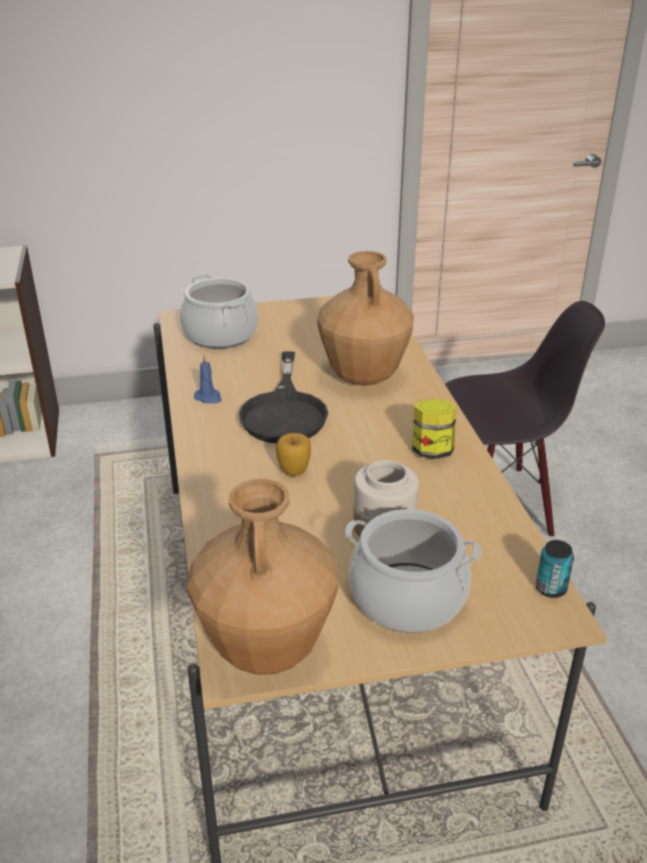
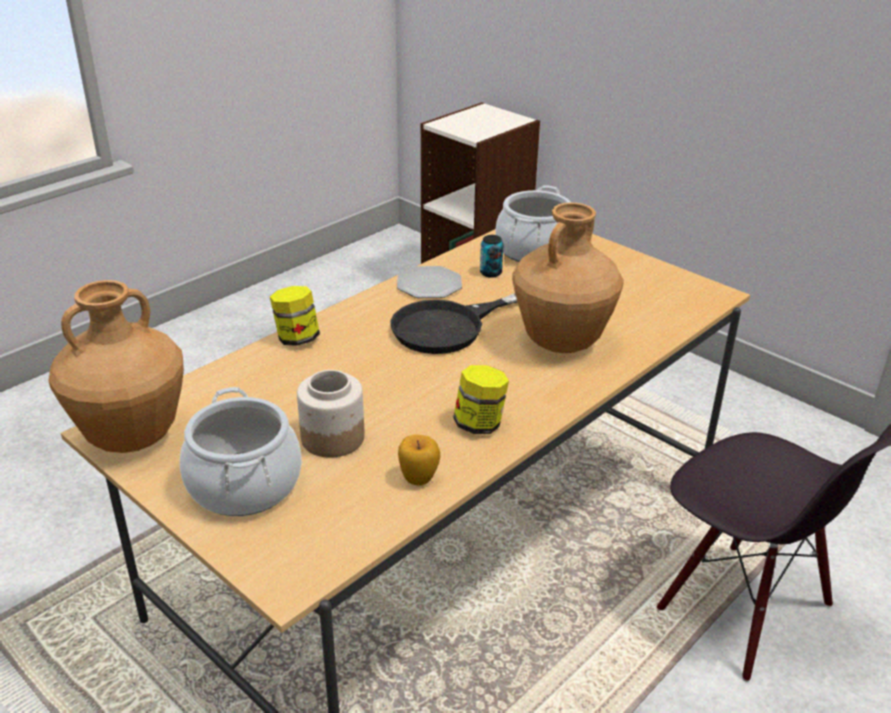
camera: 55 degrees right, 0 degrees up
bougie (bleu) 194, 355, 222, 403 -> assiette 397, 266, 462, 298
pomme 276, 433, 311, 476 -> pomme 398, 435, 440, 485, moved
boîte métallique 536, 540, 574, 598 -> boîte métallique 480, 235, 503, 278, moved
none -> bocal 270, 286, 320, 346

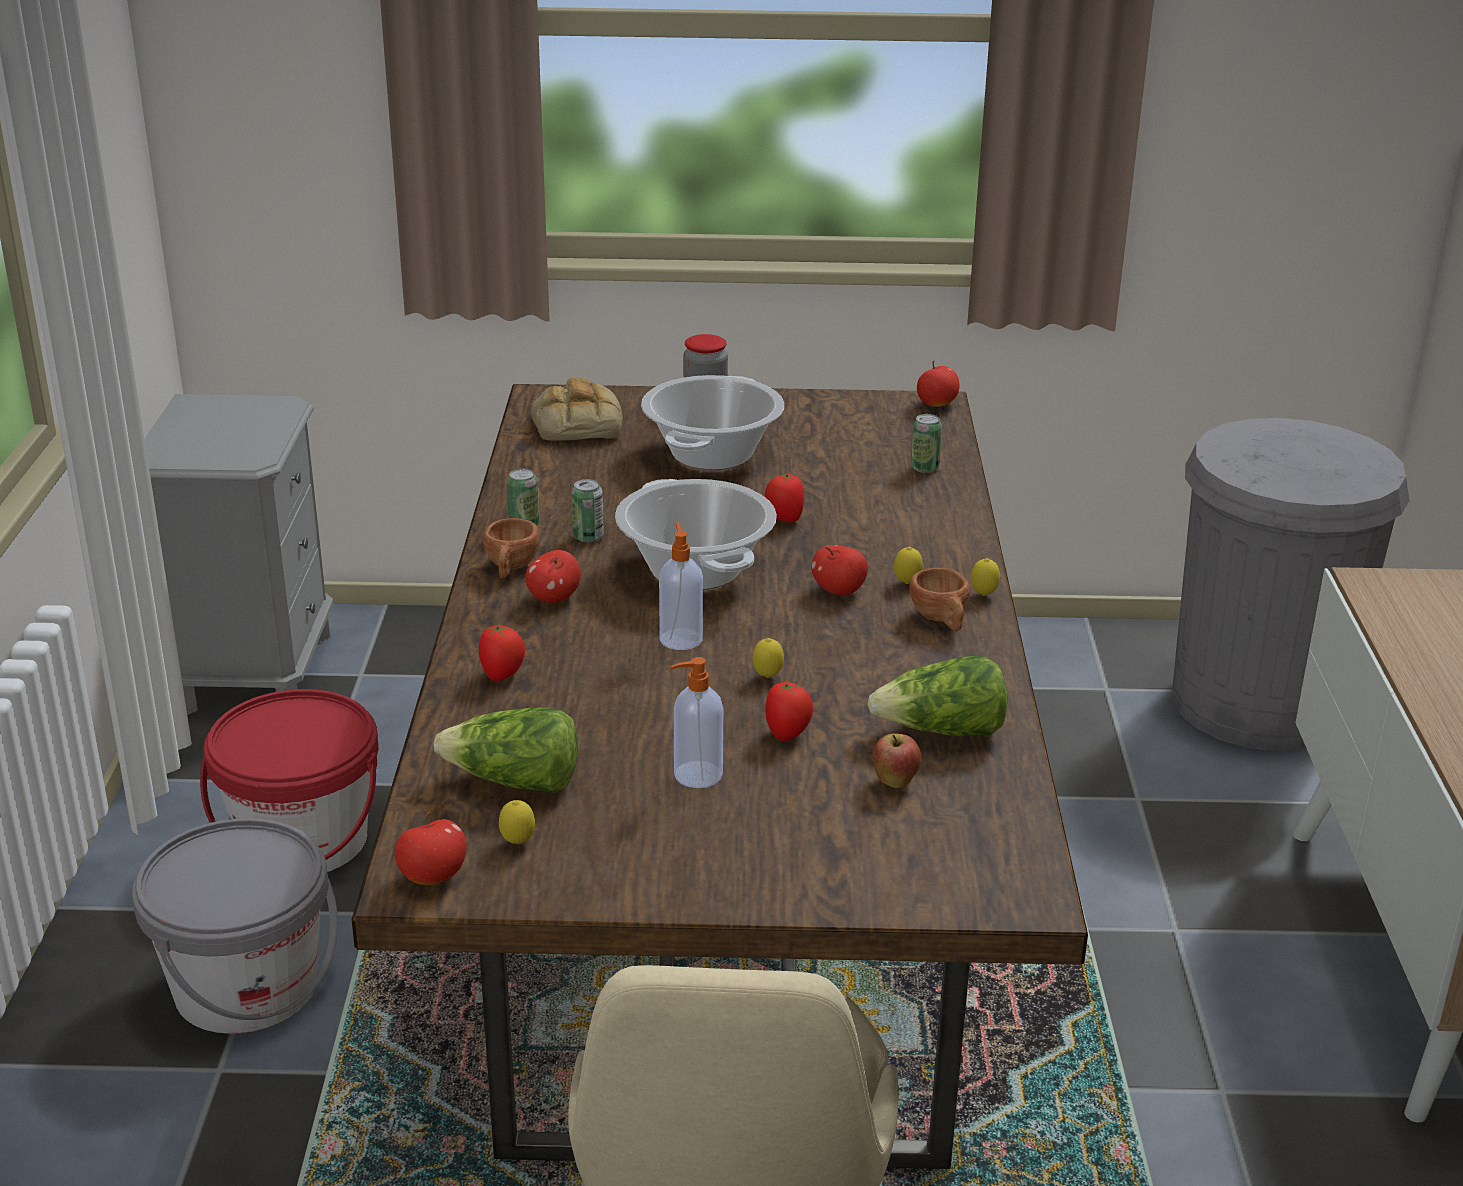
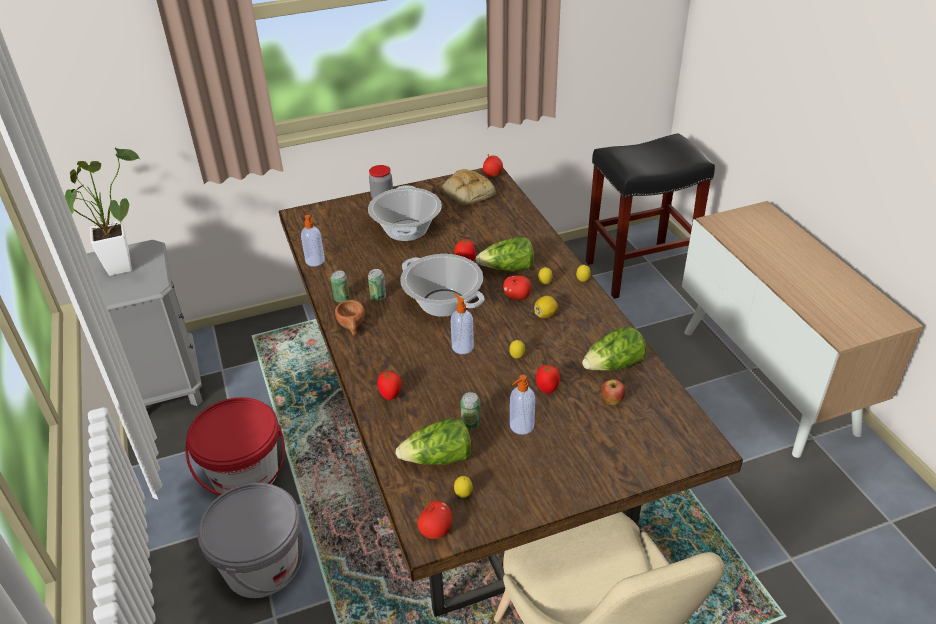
camera: 20 degrees left, 10 degrees up
pomme 525, 550, 581, 603 -> none
pain 531, 377, 623, 441 -> pain 443, 169, 496, 205, moved
tasse (marron) 909, 568, 970, 631 -> none
boîte métallique 911, 414, 942, 473 -> boîte métallique 460, 392, 480, 429, moved
poubelle (gris) 1172, 418, 1409, 751 -> tabouret (noir) 586, 133, 715, 299
none -> plante en pot 65, 147, 140, 276
none -> distributeur de savon 301, 215, 325, 266
none -> laitue 475, 237, 534, 271
none -> citron 534, 296, 558, 318

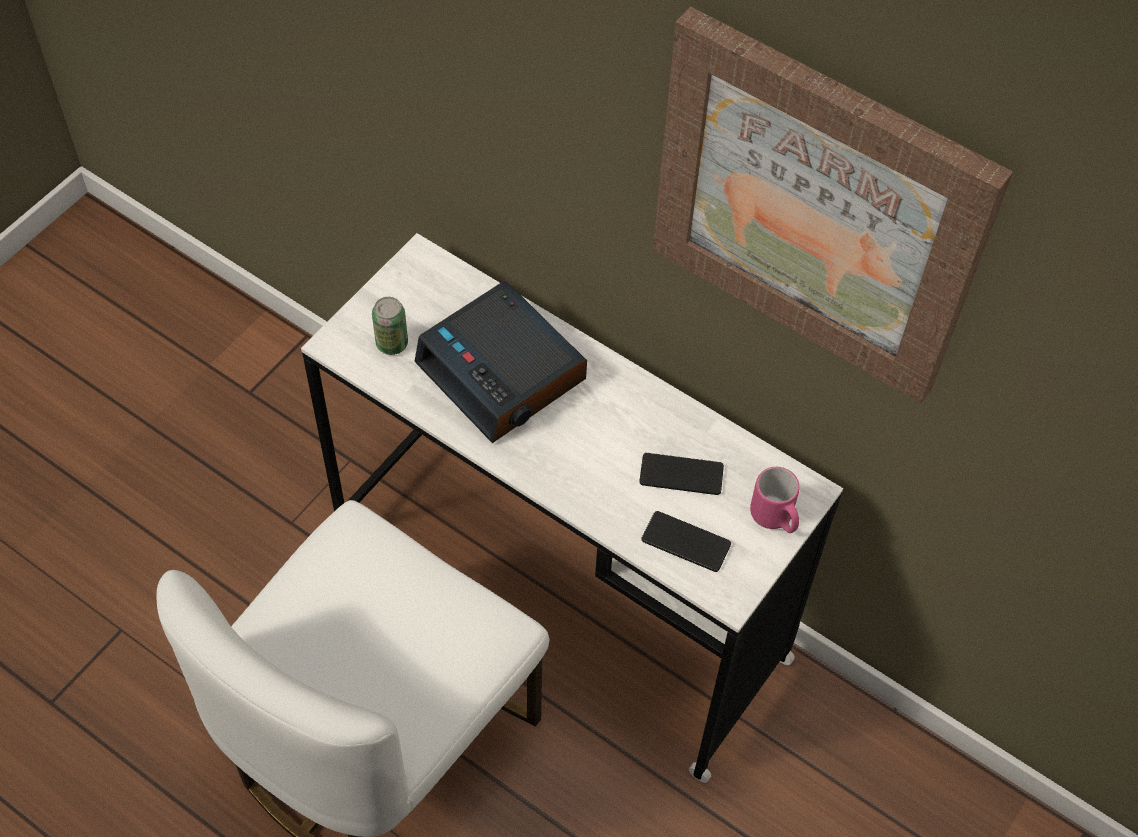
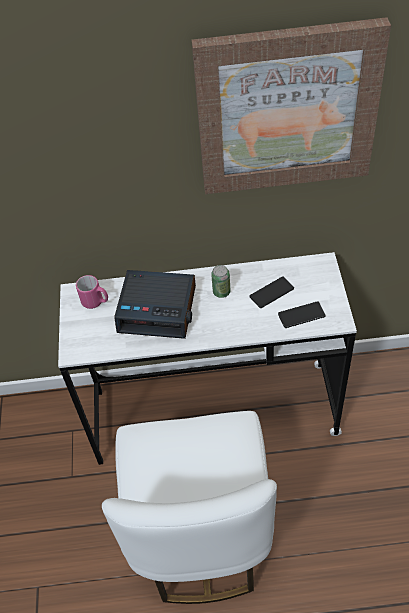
camera: 35 degrees left, 5 degrees down
boîte métallique 372, 297, 408, 355 -> boîte métallique 211, 265, 230, 298, moved
mug (rose) 750, 467, 800, 533 -> mug (rose) 76, 275, 108, 309, moved

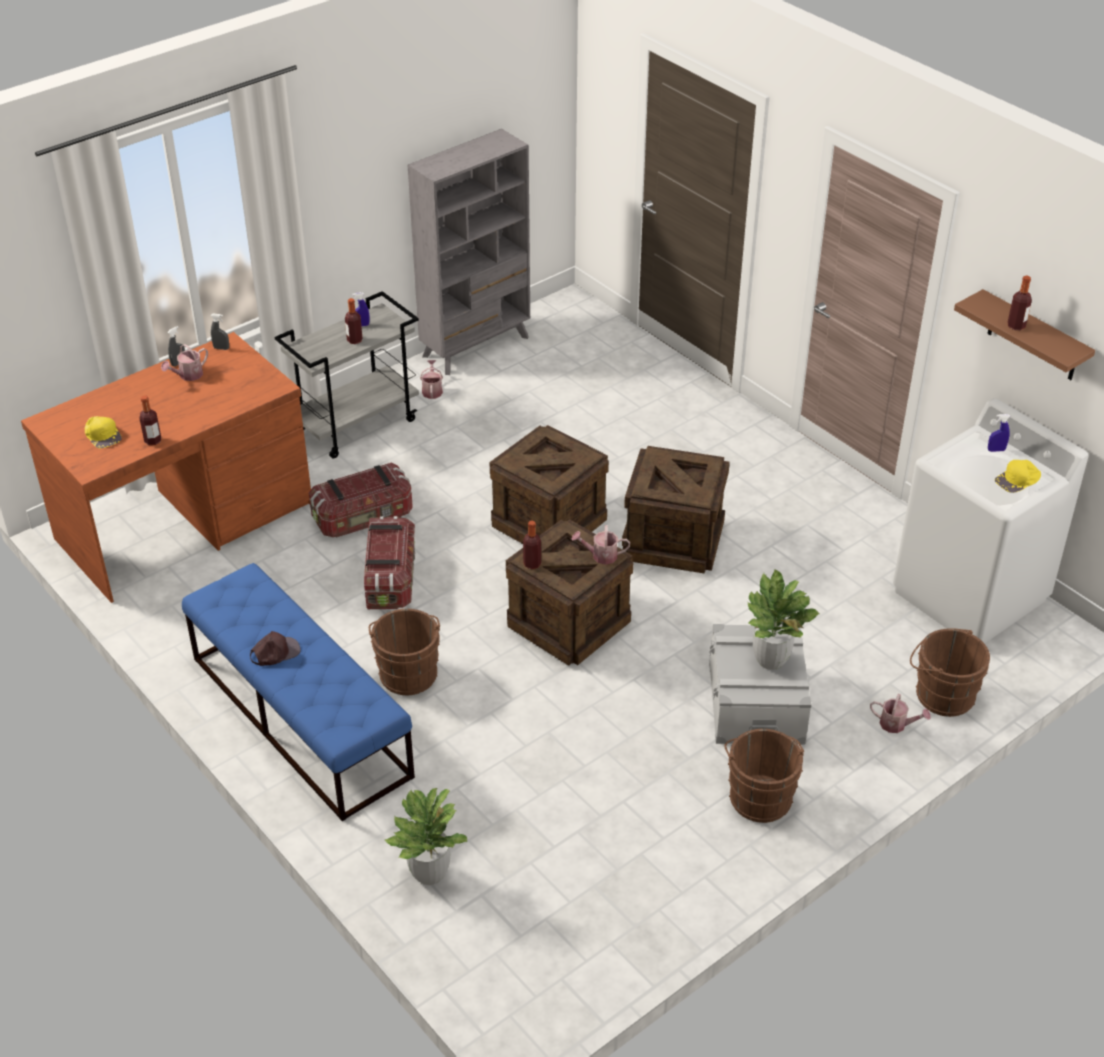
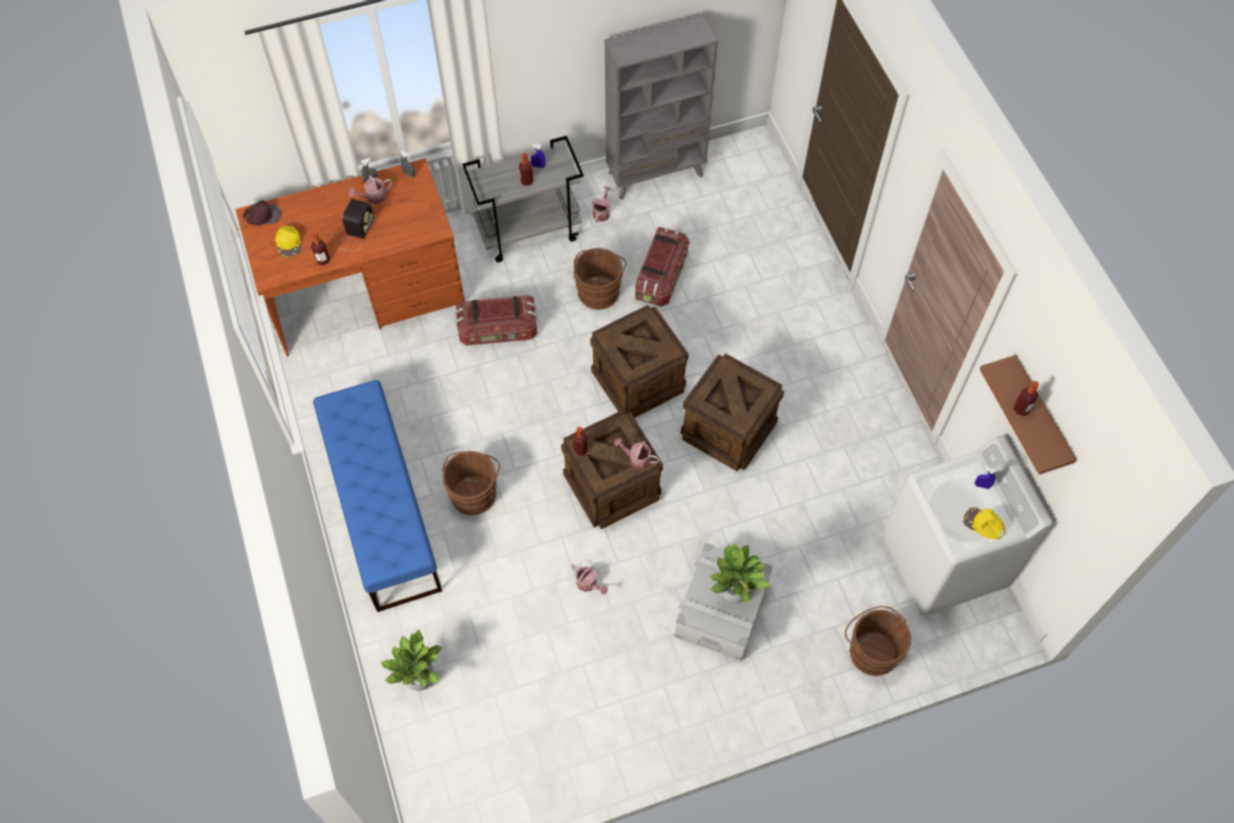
camera: 20 degrees right, 20 degrees up
casquette (marron) 250, 631, 300, 666 -> casquette (marron) 243, 200, 281, 225, moved
boîte de rangement 364, 516, 415, 609 -> boîte de rangement 635, 227, 690, 307, moved
seau (marron) 724, 729, 804, 823 -> seau (marron) 573, 248, 627, 310, moved
arrosoir 870, 694, 931, 733 -> arrosoir 571, 564, 608, 595, moved
casquette (jaune) 995, 460, 1041, 493 -> casquette (jaune) 963, 507, 1005, 540, 45 degrees clockwise
none -> radio 331, 199, 374, 251

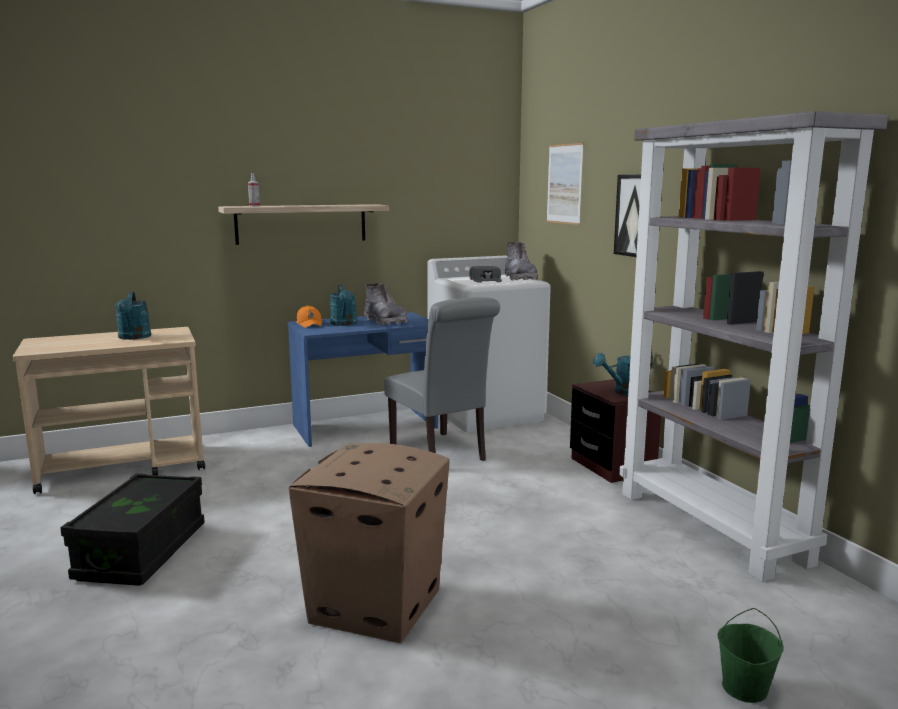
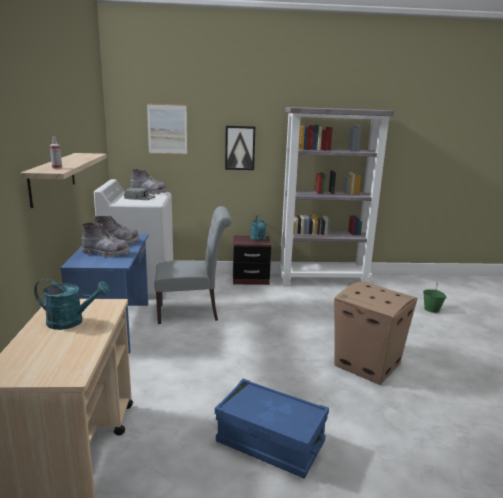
camera: 70 degrees left, 5 degrees up
boîte de rangement (noir) 60, 473, 205, 586 -> boîte de rangement (bleu) 215, 378, 329, 479
casquette (orange) 296, 305, 322, 328 -> none
arrosoir (turquoise) 330, 285, 357, 326 -> botte (gris) 81, 222, 130, 257

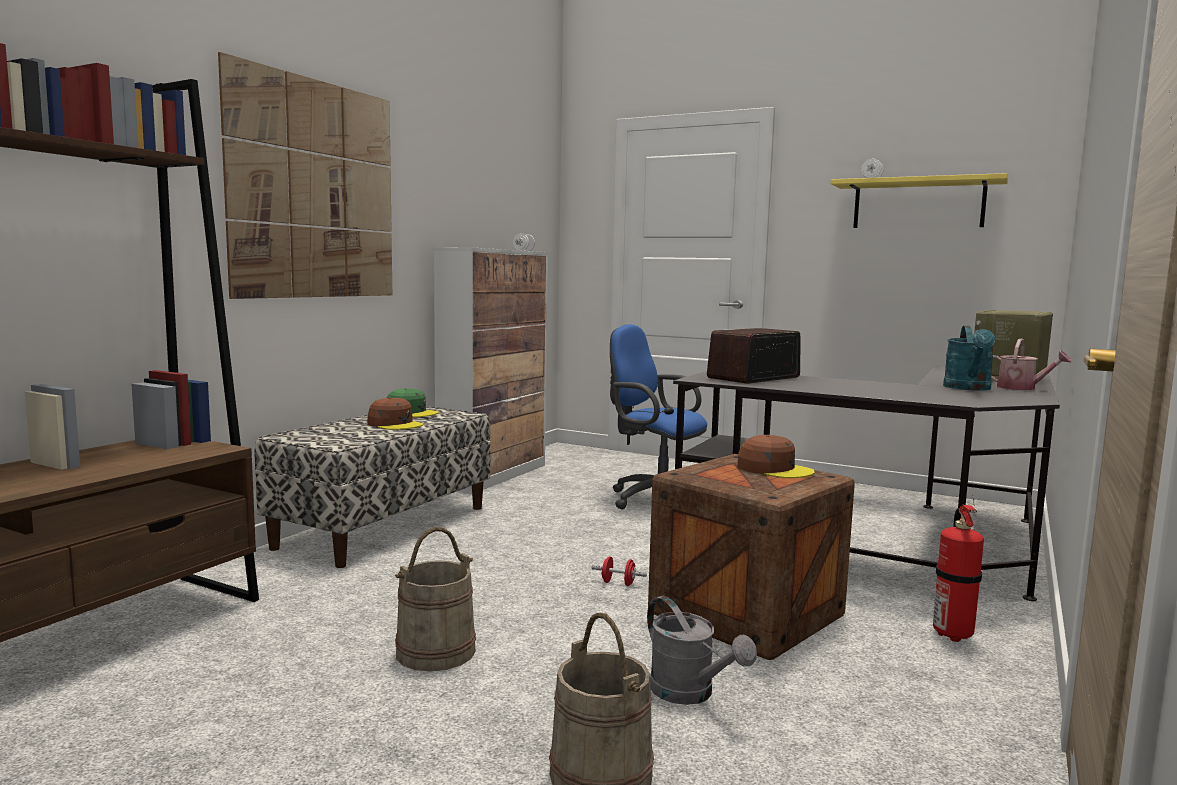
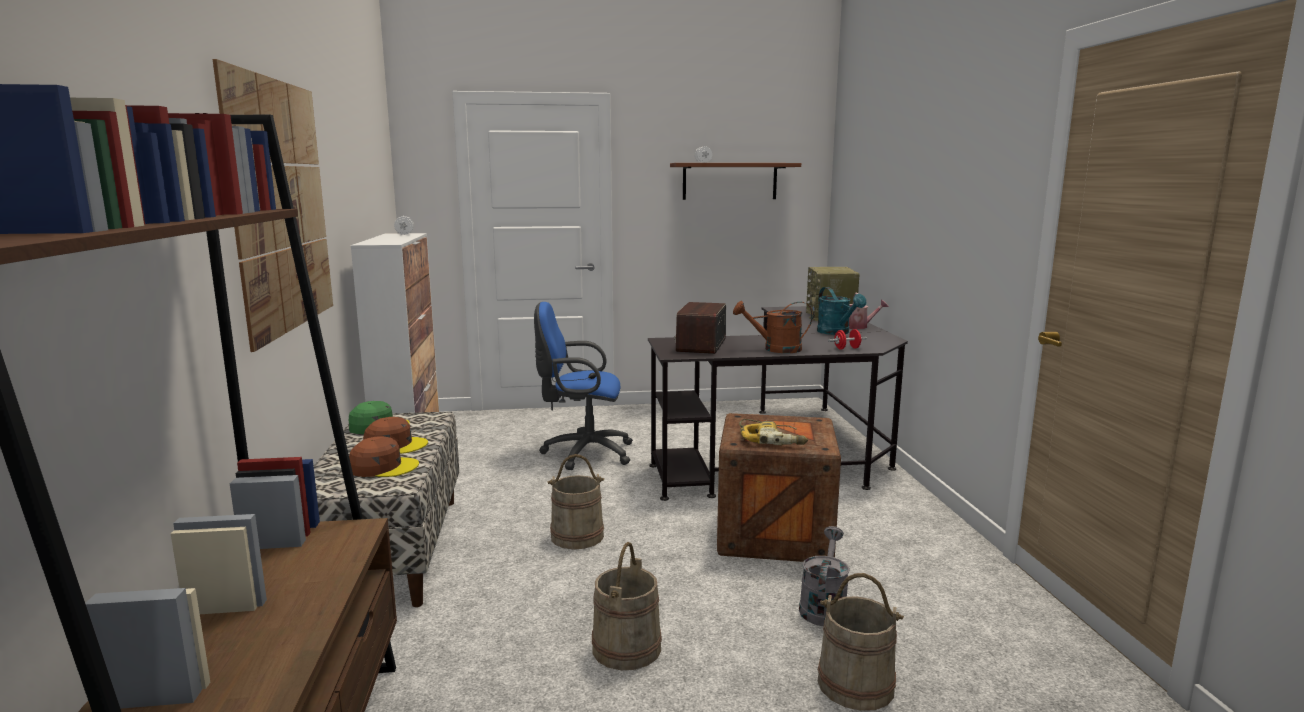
camera: 35 degrees left, 5 degrees up
haltère (rouge) 591, 556, 647, 586 -> haltère (rouge) 828, 329, 867, 350, moved
arrosoir (gris) 647, 596, 757, 705 -> arrosoir (gris) 799, 526, 850, 626, 90 degrees counterclockwise
casquette (marron) 737, 435, 815, 478 -> casquette (marron) 349, 436, 419, 477, moved
étagère (jaune) 830, 173, 1008, 228 -> étagère (marron) 670, 163, 801, 200
extincteur 933, 494, 984, 642 -> none
none -> seau (beige) 547, 454, 604, 549
none -> arrosoir (marron) 733, 301, 813, 353
none -> perceuse 739, 419, 808, 445

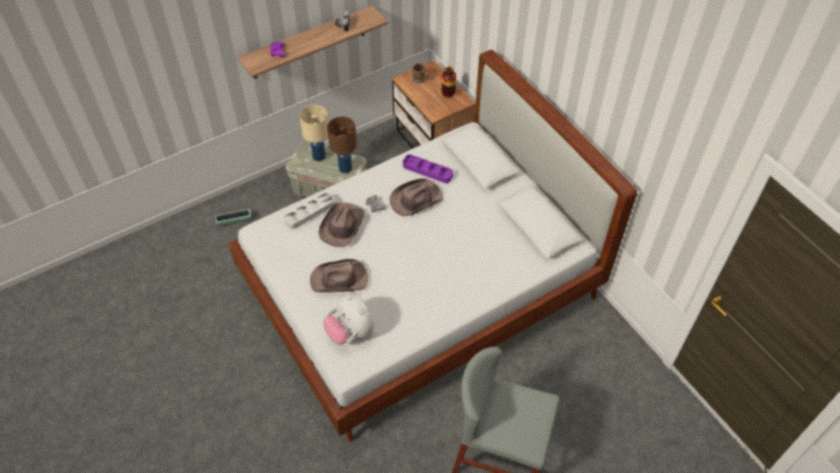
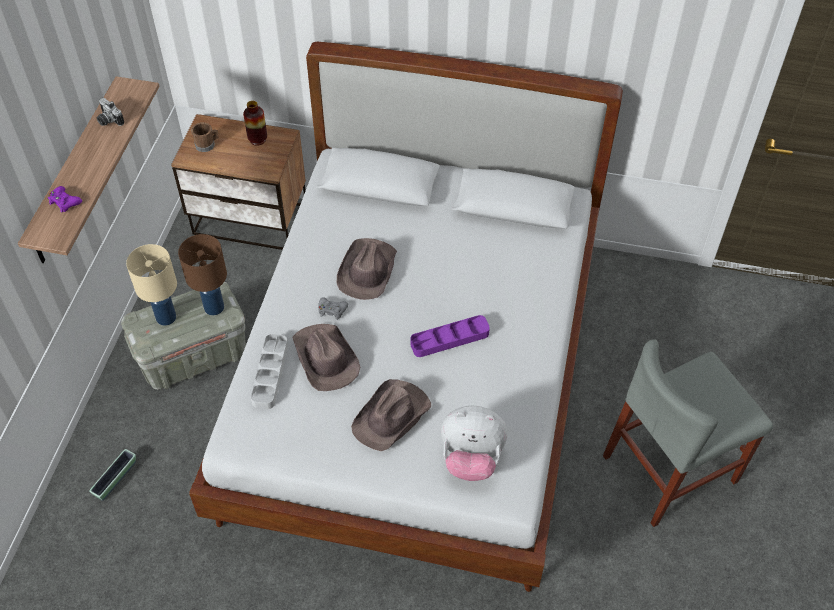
camera: 45 degrees left, 0 degrees up
plateau (violet) 403, 154, 453, 183 -> plateau (violet) 410, 315, 490, 357, moved

